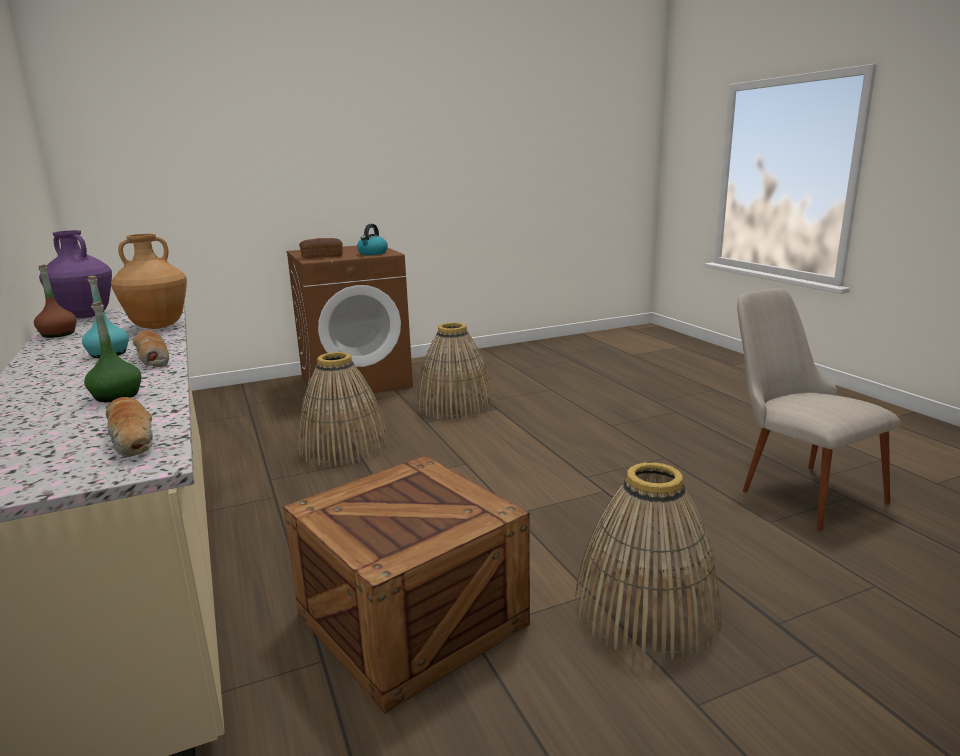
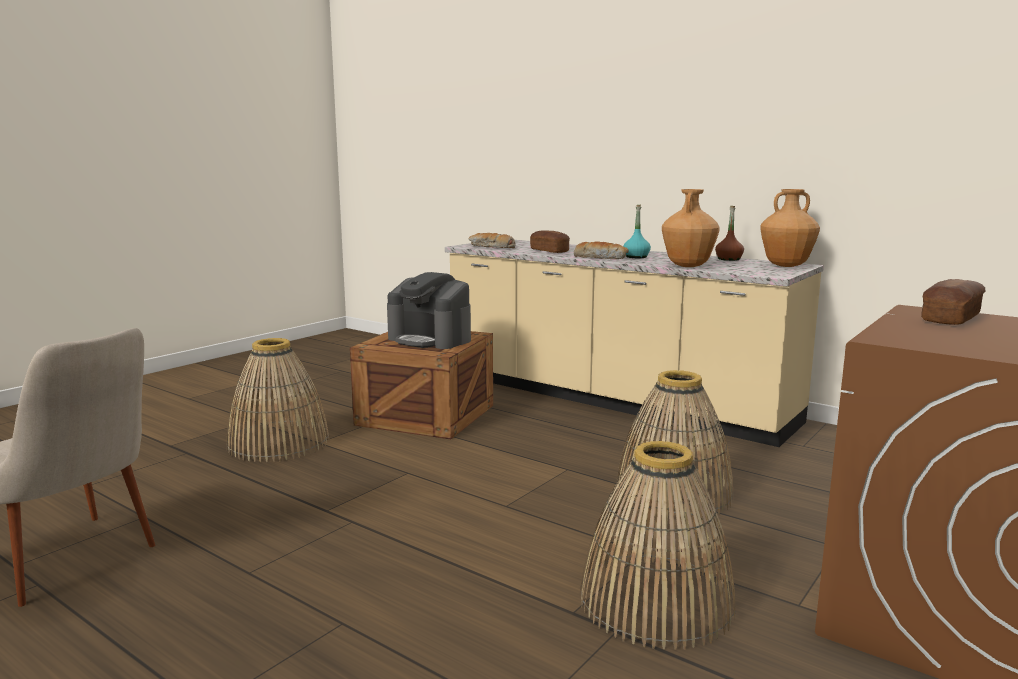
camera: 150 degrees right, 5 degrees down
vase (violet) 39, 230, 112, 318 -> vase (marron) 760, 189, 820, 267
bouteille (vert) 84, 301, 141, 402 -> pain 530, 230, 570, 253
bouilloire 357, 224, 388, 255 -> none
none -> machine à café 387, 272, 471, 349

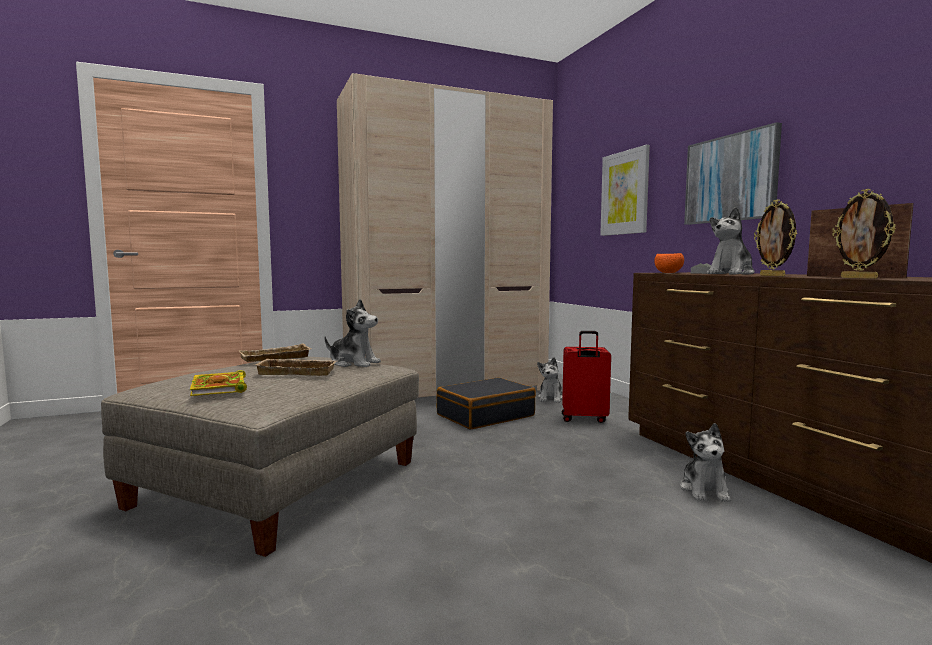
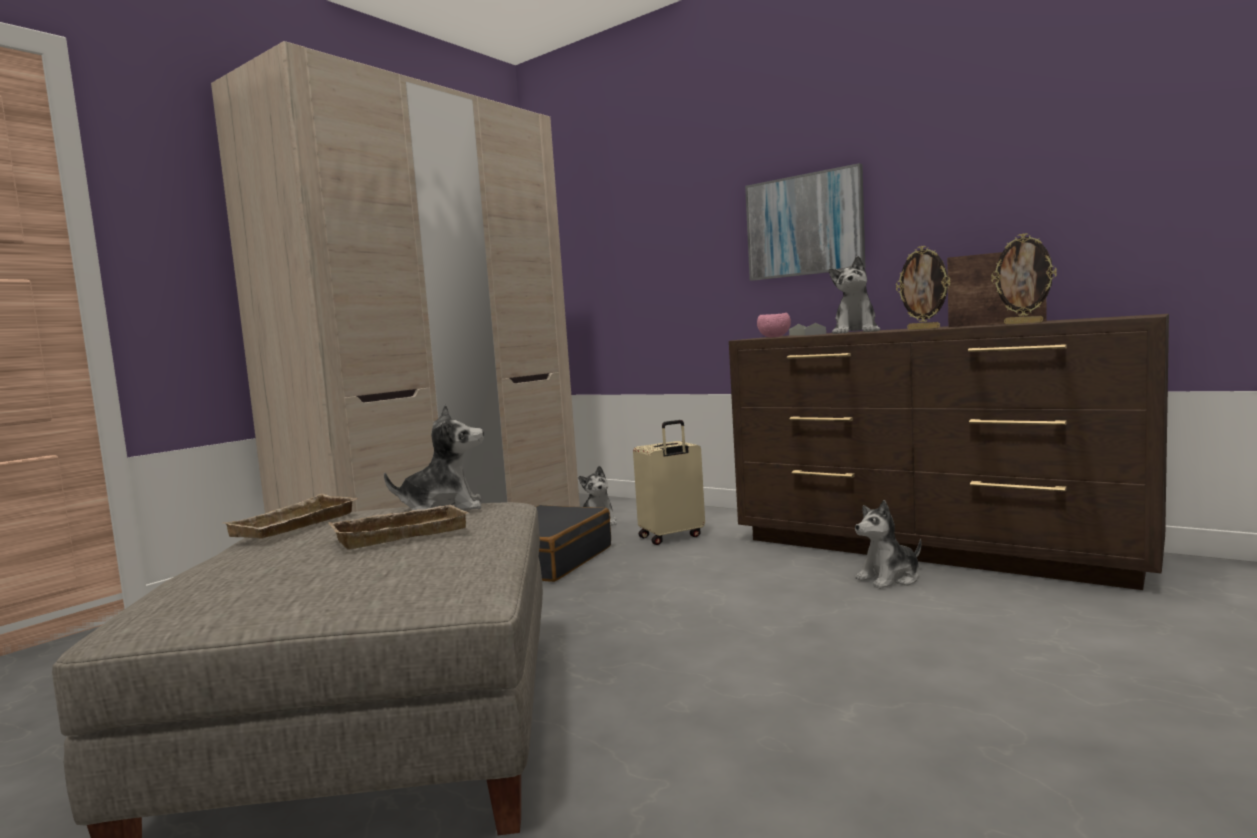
camera: 30 degrees left, 0 degrees up
livre 190, 370, 247, 396 -> none
valise (rouge) 562, 331, 611, 423 -> valise (beige) 633, 420, 705, 545
tableau 600, 145, 650, 236 -> none
bol (orange) 654, 253, 684, 273 -> bol (rose) 757, 313, 791, 337
peluche 680, 423, 731, 502 -> peluche 855, 500, 922, 589, 90 degrees clockwise

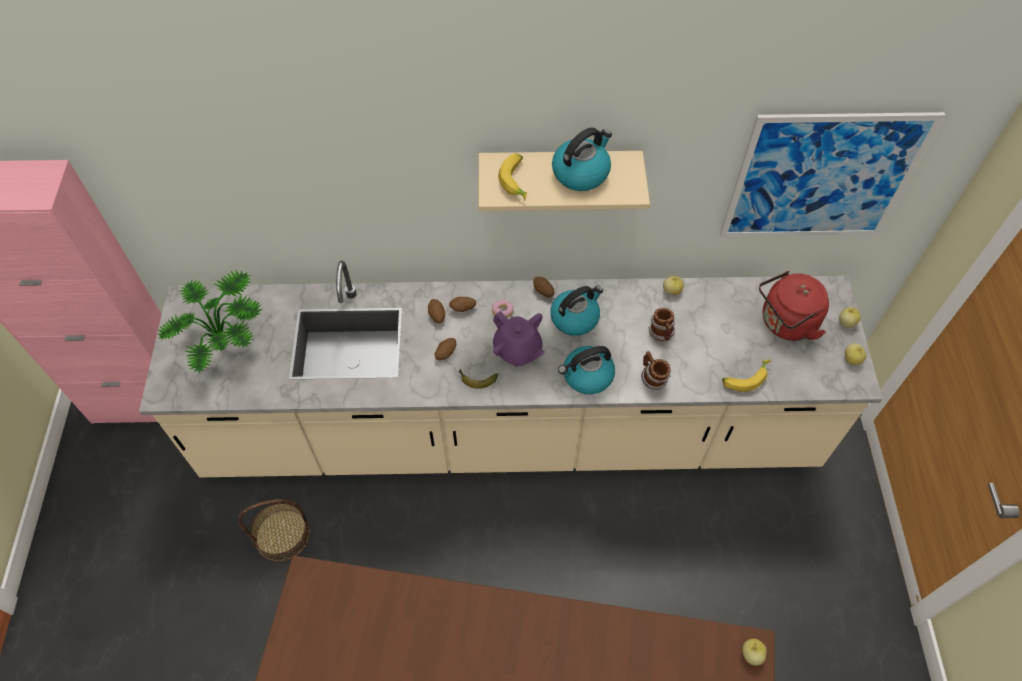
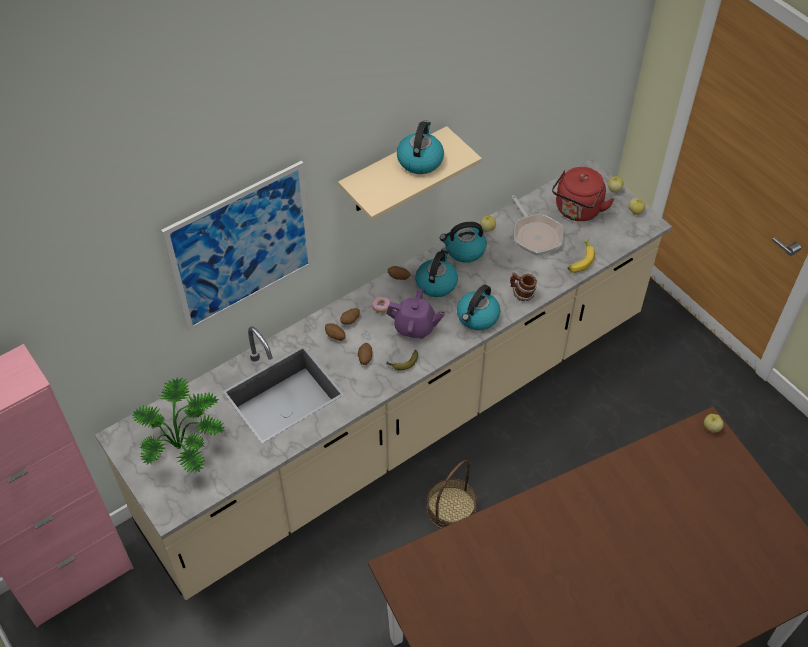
camera: 35 degrees left, 5 degrees down
panier 238, 499, 310, 561 -> panier 427, 460, 477, 528, moved
banane 498, 153, 527, 201 -> none
mug 648, 308, 675, 341 -> none
tableau 720, 112, 945, 237 -> tableau 161, 161, 314, 332, moved
none -> bouilloire 440, 222, 487, 263
none -> poêle 512, 195, 563, 256

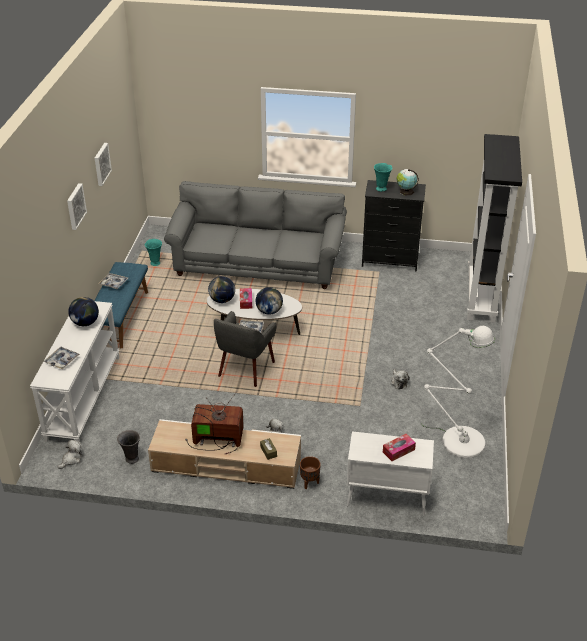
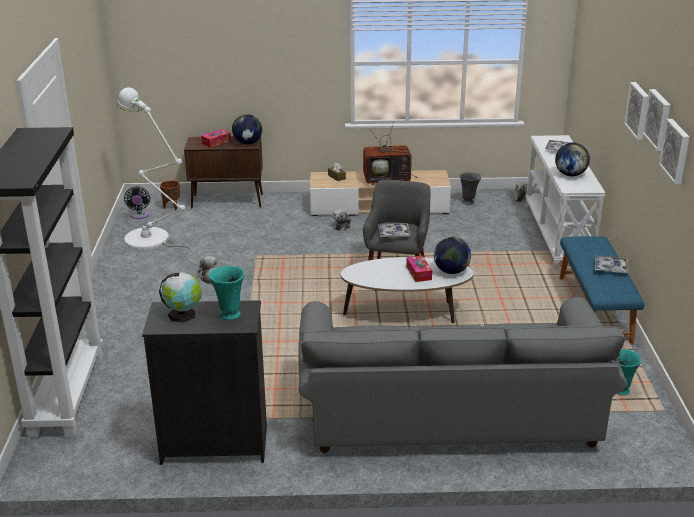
camera: 170 degrees right, 10 degrees down
globe 256, 287, 283, 315 -> globe 232, 114, 262, 145, moved
cache-pot (marron) 300, 456, 321, 489 -> cache-pot (marron) 160, 180, 180, 211, moved
meuble de rangement (blanc) 347, 431, 434, 516 -> meuble de rangement (marron) 184, 136, 263, 209
none -> ventilateur (noir) 124, 186, 150, 219
none -> tableau 643, 89, 670, 151

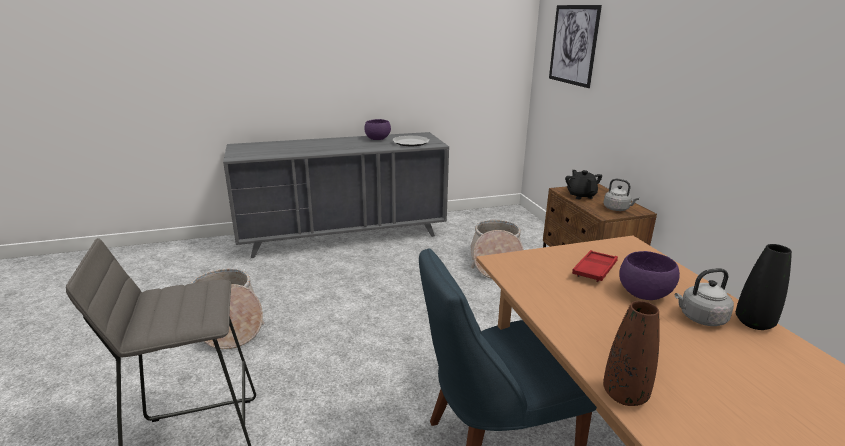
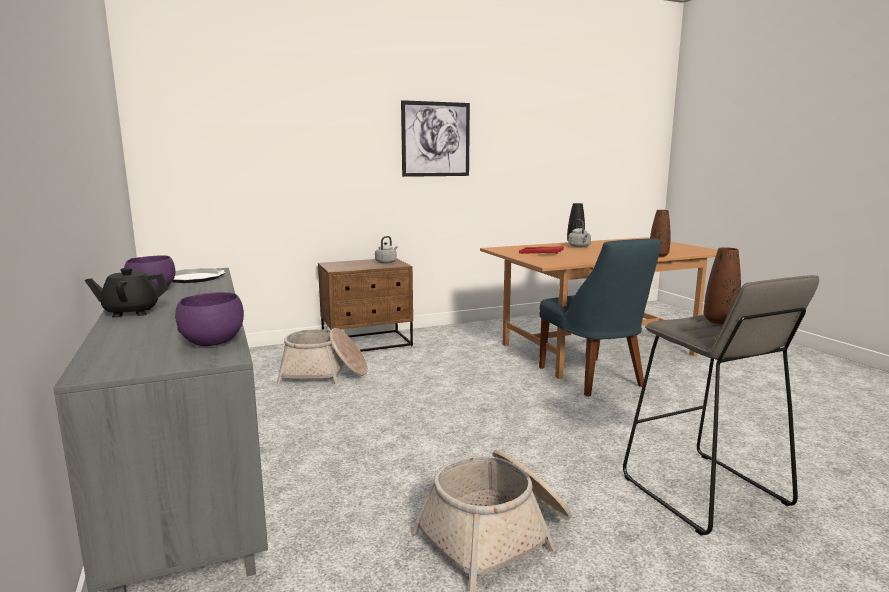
camera: 95 degrees left, 10 degrees down
tableau 549, 5, 602, 88 -> tableau 401, 100, 470, 177, moved
théière (noir) 565, 170, 602, 199 -> théière (noir) 85, 268, 169, 318, moved
bol (violet) 619, 251, 680, 300 -> bol (violet) 175, 292, 244, 346, moved
none -> vase (marron) 704, 247, 741, 324

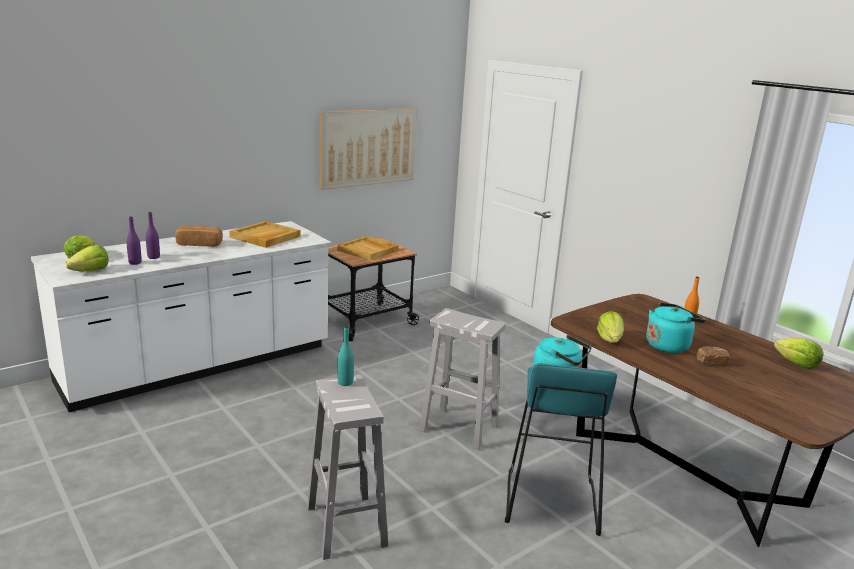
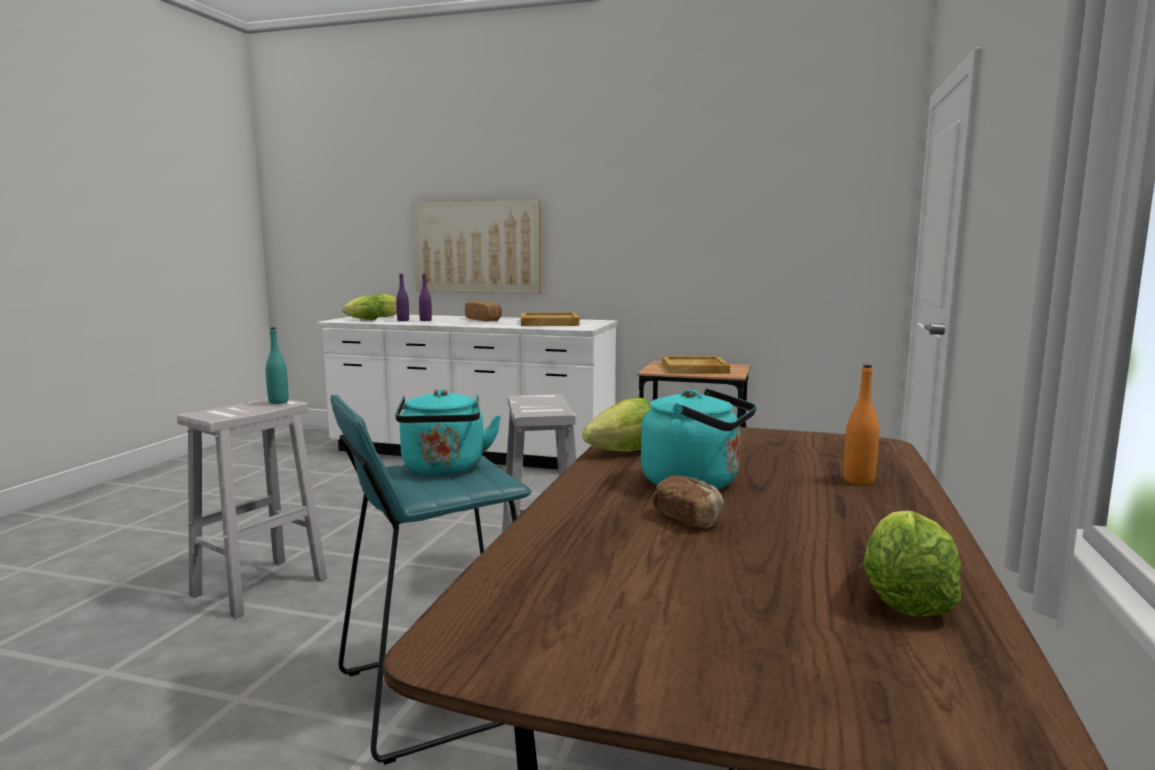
camera: 55 degrees right, 10 degrees down
tableau 319, 108, 417, 190 -> tableau 413, 200, 541, 294, moved

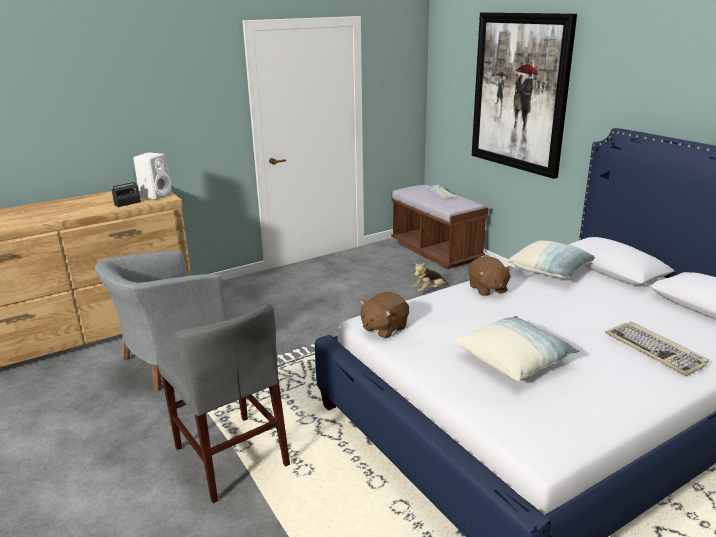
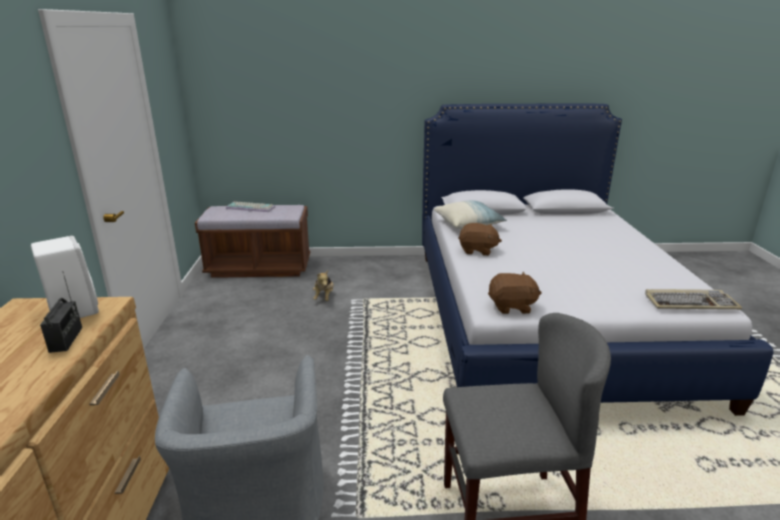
camera: 60 degrees left, 0 degrees up
peluche (marron) 360, 292, 409, 338 -> peluche (marron) 488, 272, 542, 314, 75 degrees counterclockwise
coussin 453, 316, 580, 381 -> none
tableau 472, 12, 577, 179 -> none
clavier 605, 321, 709, 376 -> clavier 645, 289, 742, 310, moved

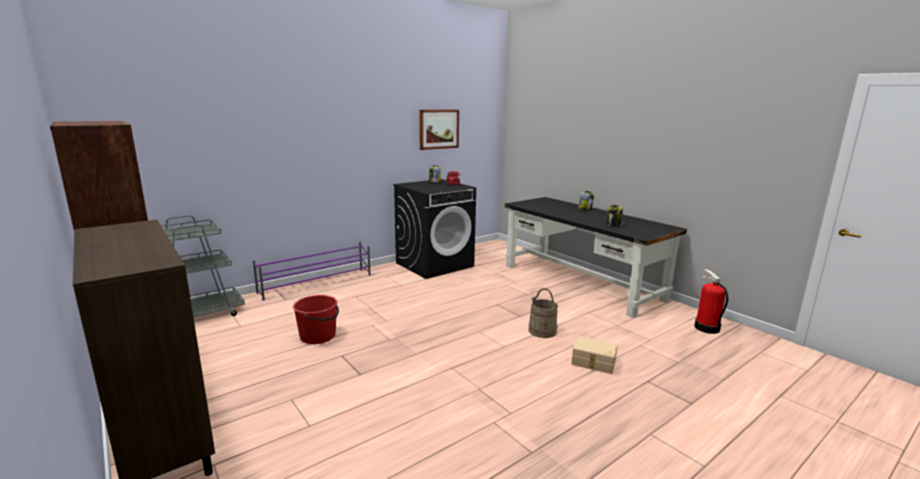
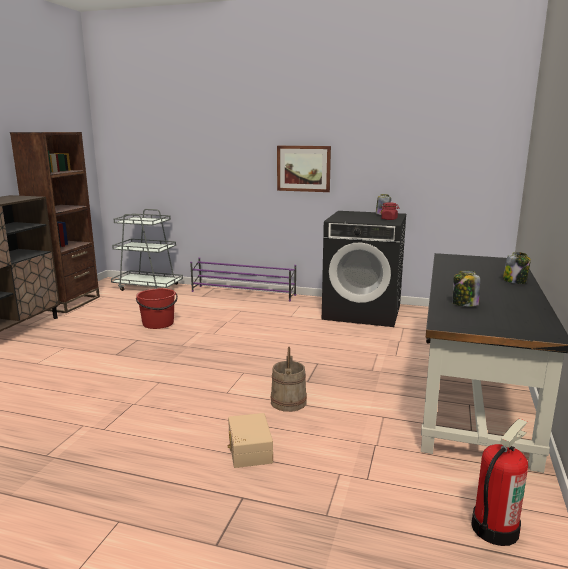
camera: 55 degrees right, 0 degrees up
tableau 419, 110, 459, 150 -> tableau 277, 146, 331, 192, moved

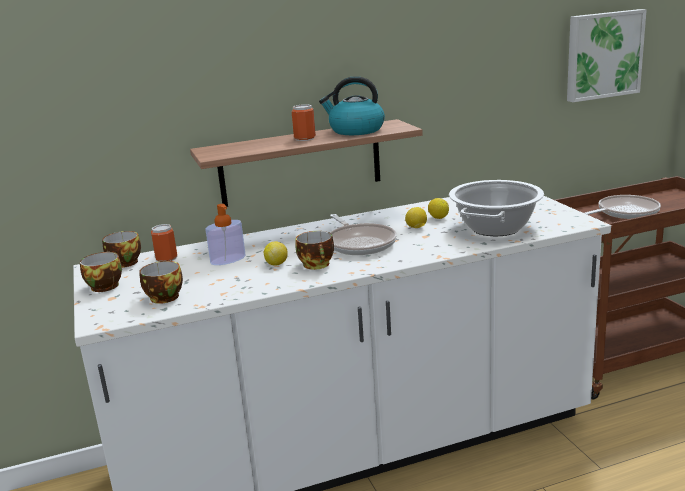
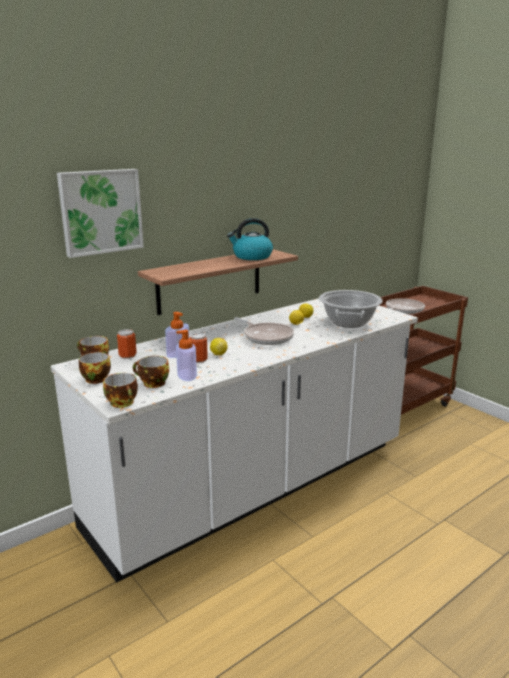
camera: 20 degrees left, 0 degrees up
boîte métallique 291, 104, 316, 141 -> boîte métallique 190, 333, 208, 363, moved
tasse 295, 231, 334, 270 -> tasse 103, 373, 138, 408, moved
tableau 567, 9, 647, 102 -> tableau 57, 169, 144, 258, moved
none -> distributeur de savon 176, 330, 197, 381

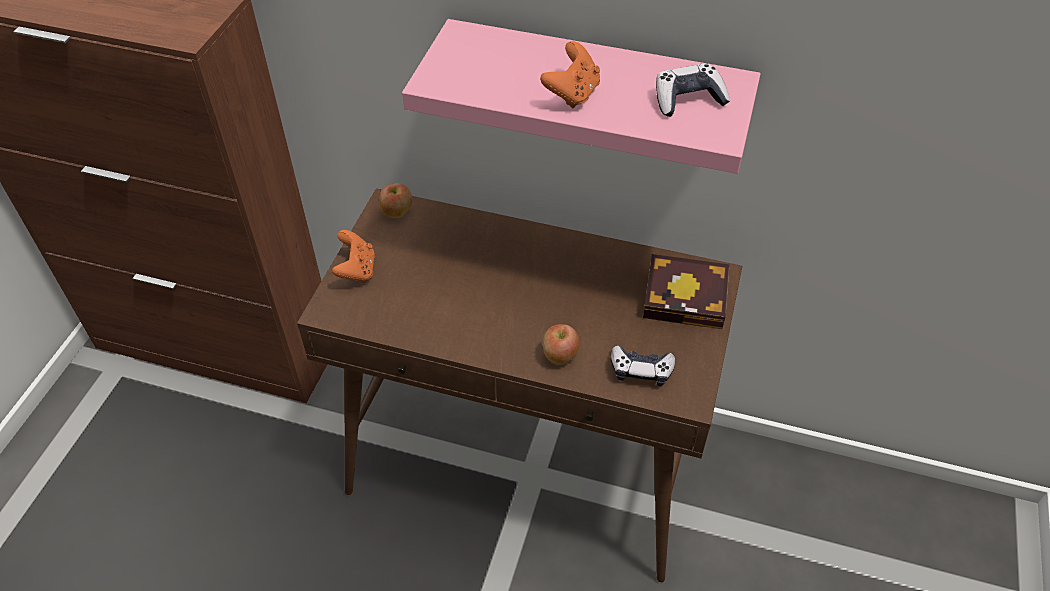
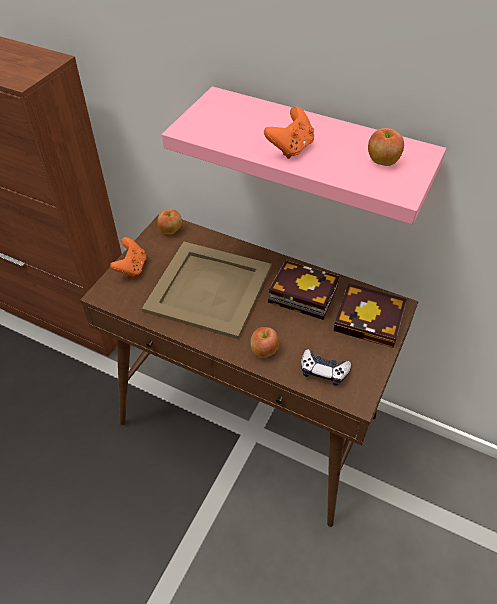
camera: 10 degrees right, 0 degrees up
manette 656, 63, 730, 117 -> pomme 368, 128, 404, 166
none -> plateau (beige) 142, 242, 272, 339
none -> livre 268, 260, 339, 320

